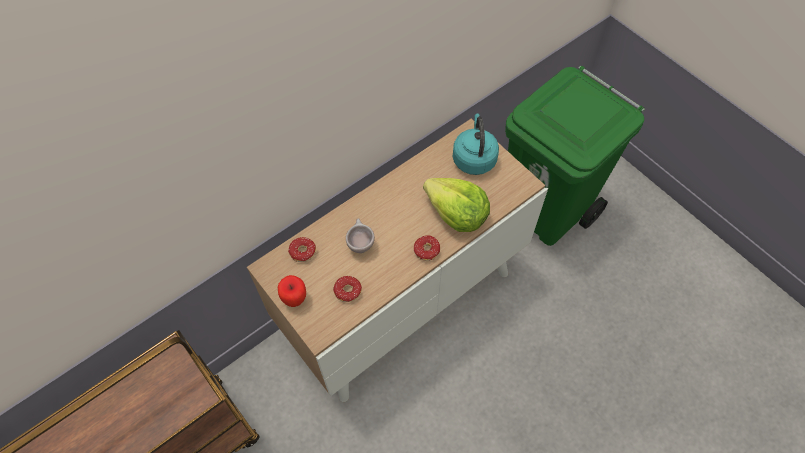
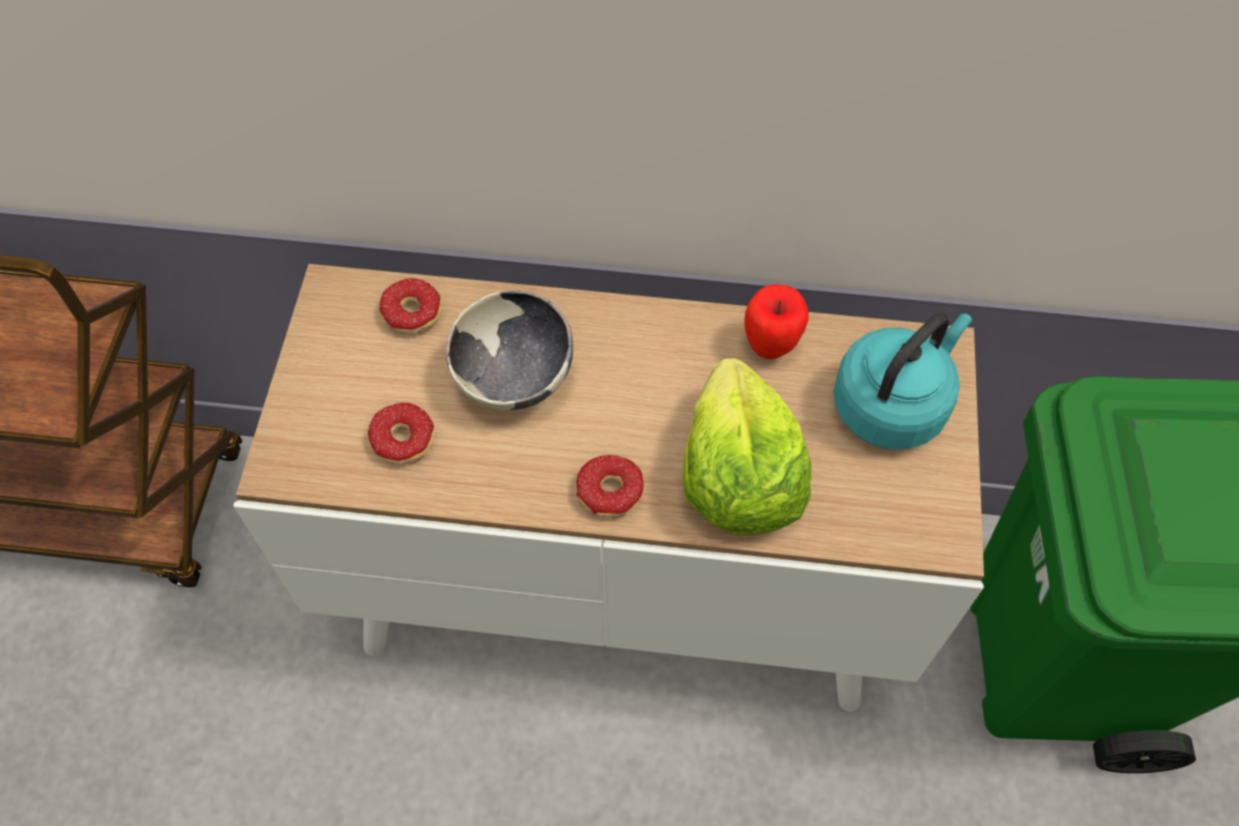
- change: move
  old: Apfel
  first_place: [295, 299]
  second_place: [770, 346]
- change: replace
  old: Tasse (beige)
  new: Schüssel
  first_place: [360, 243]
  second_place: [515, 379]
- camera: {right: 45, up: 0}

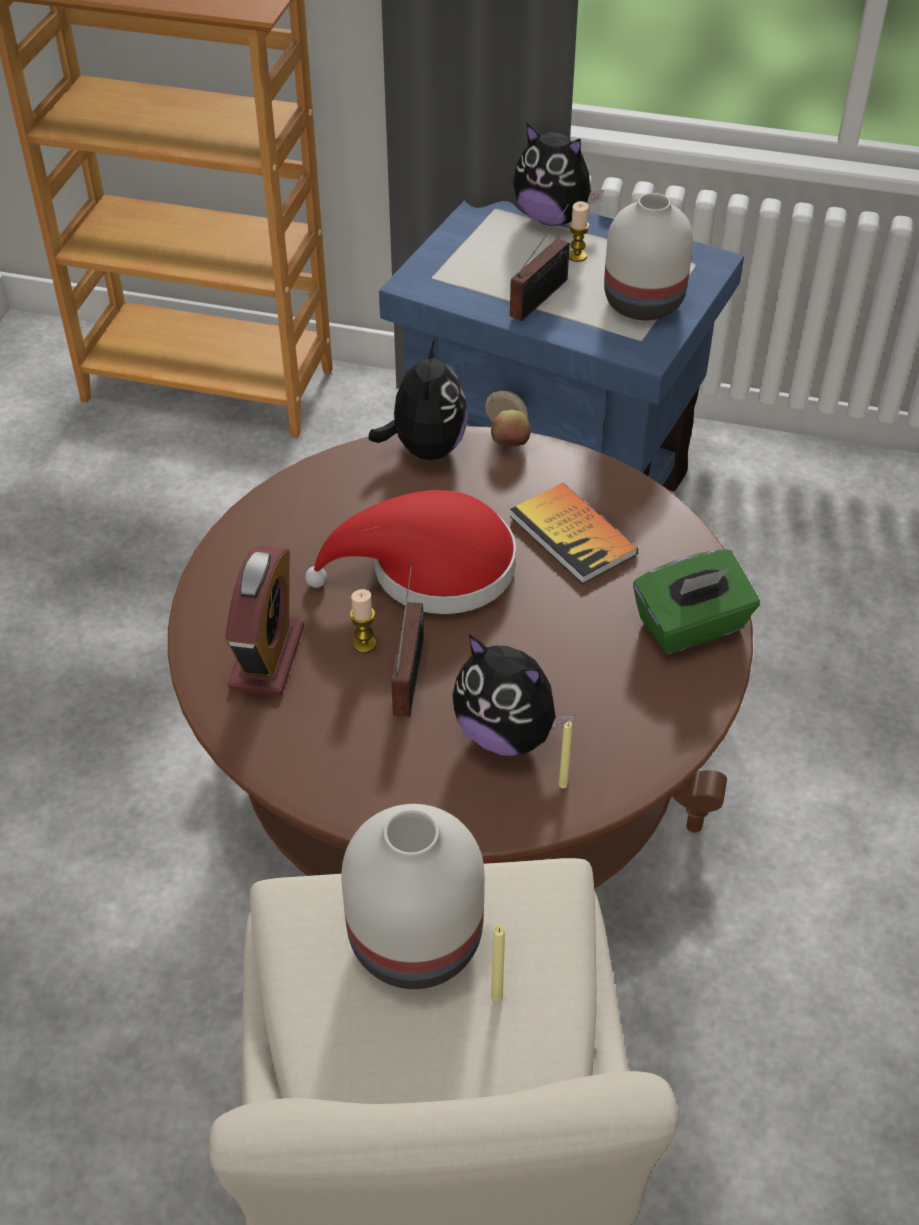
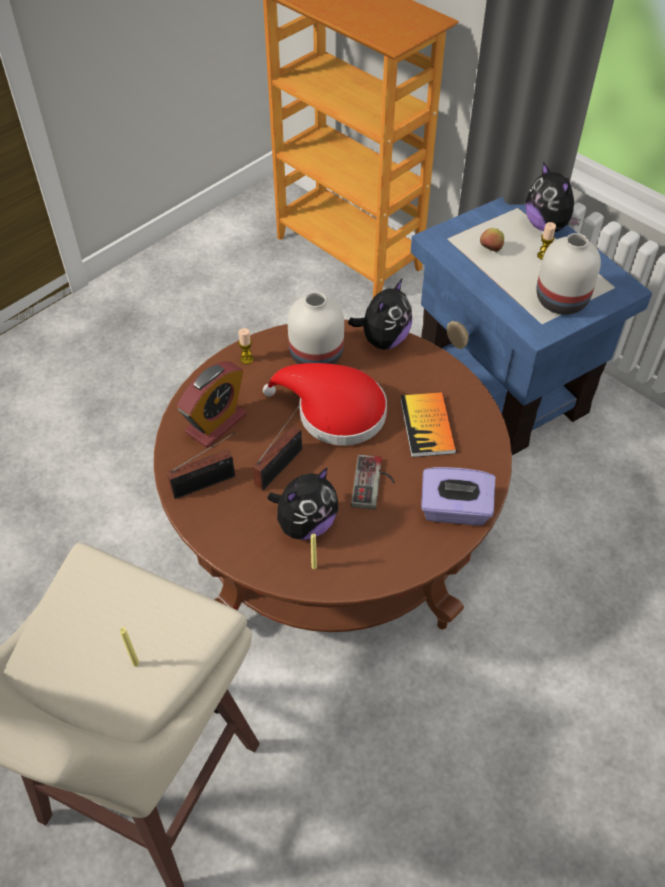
- change: move
  old: Vase (weiß)
  first_place: [414, 944]
  second_place: [315, 356]
- change: move
  old: Kerze
  first_place: [364, 644]
  second_place: [247, 359]
- change: rotate
  old: Plüschtier
  first_place: [507, 734]
  second_place: [305, 524]
  degrees: -105
- change: move
  old: Apfel
  first_place: [510, 445]
  second_place: [490, 250]
- change: move
  old: Radio
  first_place: [542, 296]
  second_place: [207, 483]
- change: recolor
  old: Taschentuchbox (grün)
  new: Taschentuchbox (lila)
  first_place: [691, 626]
  second_place: [454, 510]
- change: insert
  new: Gamepad
  second_place: [374, 484]
- camera: {right: 30, up: 5}

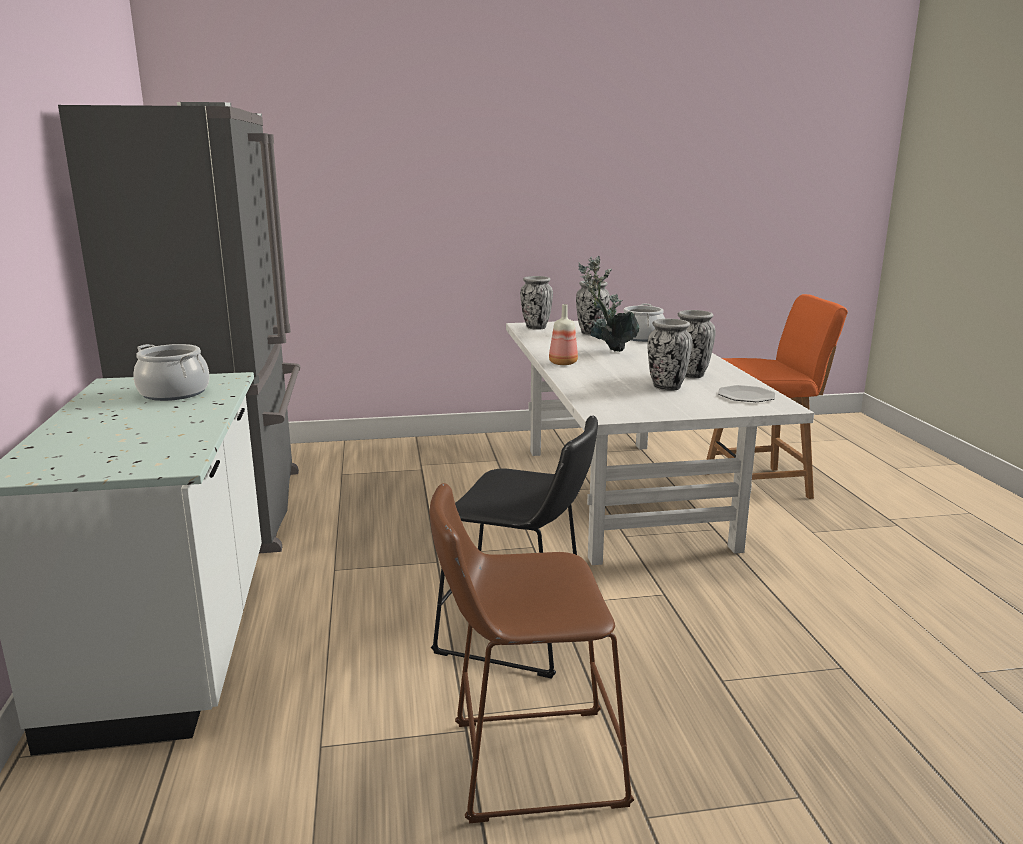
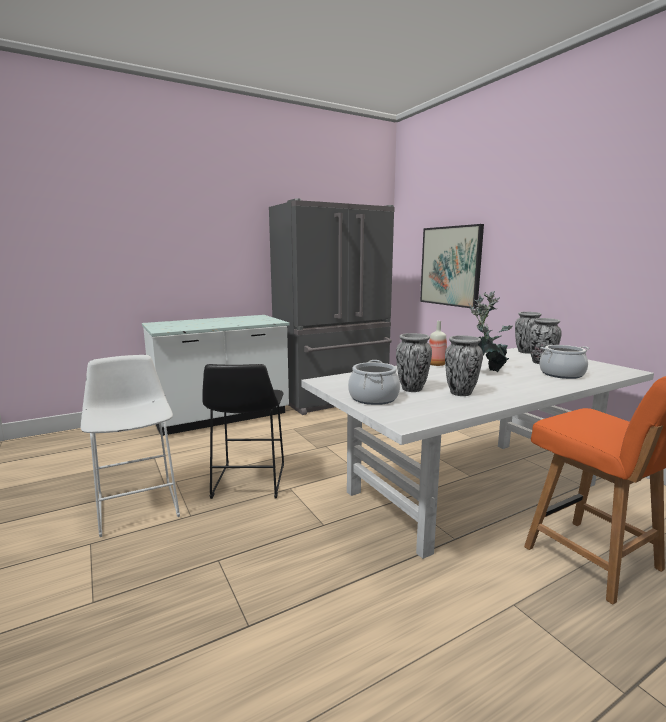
- change: move
  old: Kochtopf
  first_place: [174, 393]
  second_place: [373, 398]
- change: recolor
  old: Hocker (braun)
  new: Hocker (weiß)
  first_place: [526, 763]
  second_place: [138, 503]
- change: delete
  old: Teller
  first_place: [746, 396]
- change: insert
  new: Bild
  second_place: [450, 266]
- camera: {right: 70, up: -5}

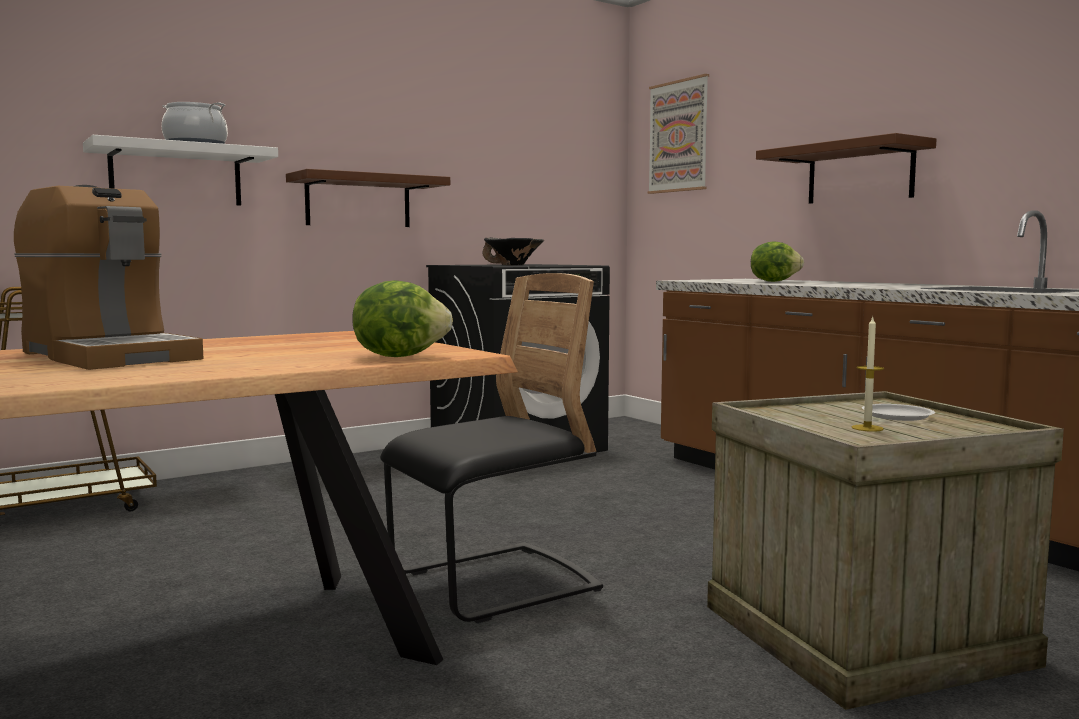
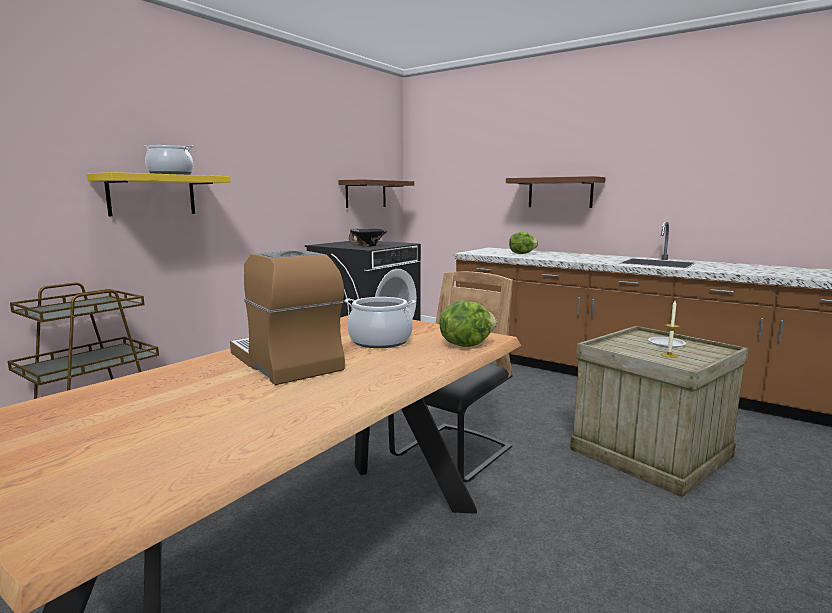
- change: rotate
  old: Kaffeemaschine
  first_place: [108, 356]
  second_place: [286, 362]
  degrees: -150
- change: recolor
  old: Wandregal (weiß)
  new: Wandregal (gelb)
  first_place: [176, 176]
  second_place: [152, 195]
- change: move
  old: Wandregal (braun)
  first_place: [358, 201]
  second_place: [366, 194]
- change: delete
  old: Bild
  first_place: [678, 136]
- change: insert
  new: Kochtopf
  second_place: [380, 341]
- camera: {right: -20, up: 5}

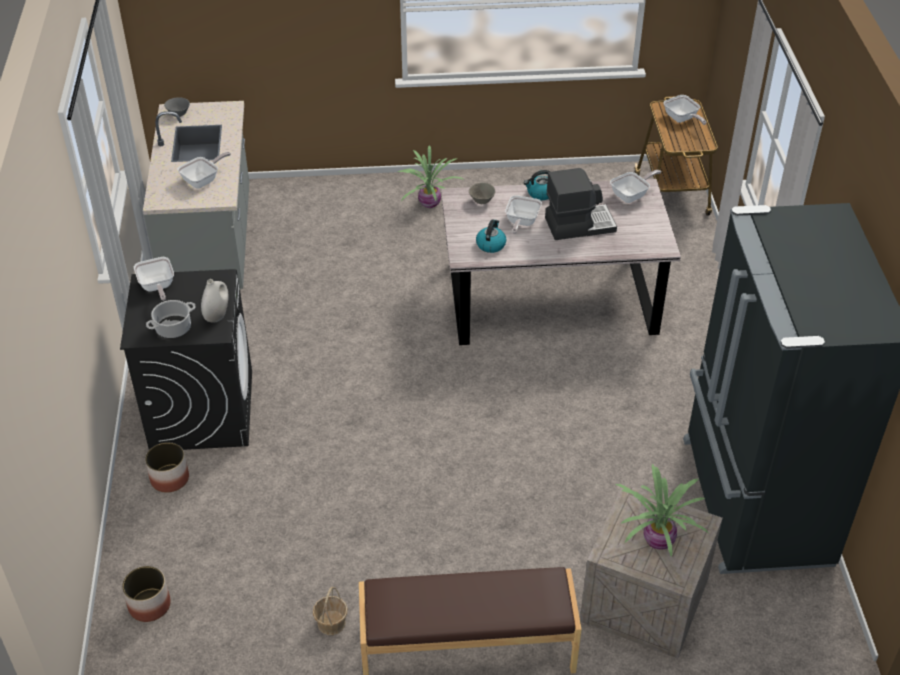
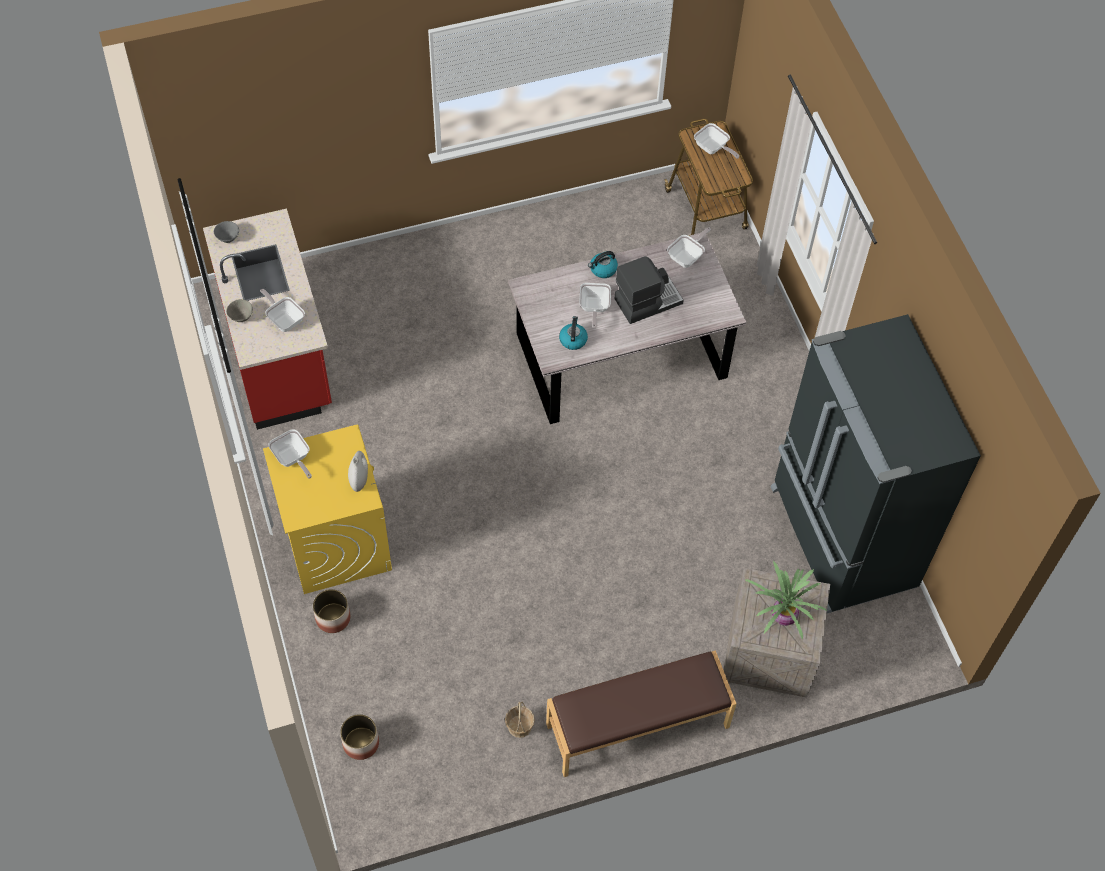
- change: recolor
  old: Waschmaschine (schwarz)
  new: Waschmaschine (gelb)
  first_place: [202, 410]
  second_place: [336, 541]
- change: recolor
  old: Küchenzeile (grau)
  new: Küchenzeile (rot)
  first_place: [211, 245]
  second_place: [278, 352]
- change: delete
  old: Kochtopf
  first_place: [173, 329]
- change: rotate
  old: Pfanne
  first_place: [203, 180]
  second_place: [284, 319]
  degrees: -75
- change: delete
  old: Topfpflanze
  first_place: [428, 204]
- change: move
  old: Schüssel (grau)
  first_place: [482, 201]
  second_place: [241, 317]
- camera: {right: -15, up: 15}

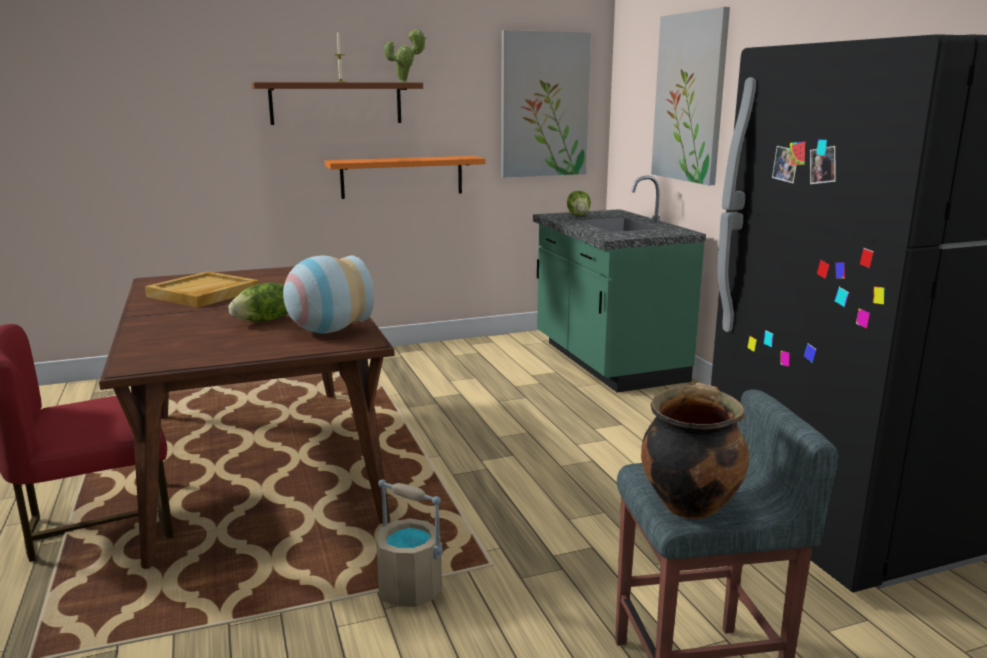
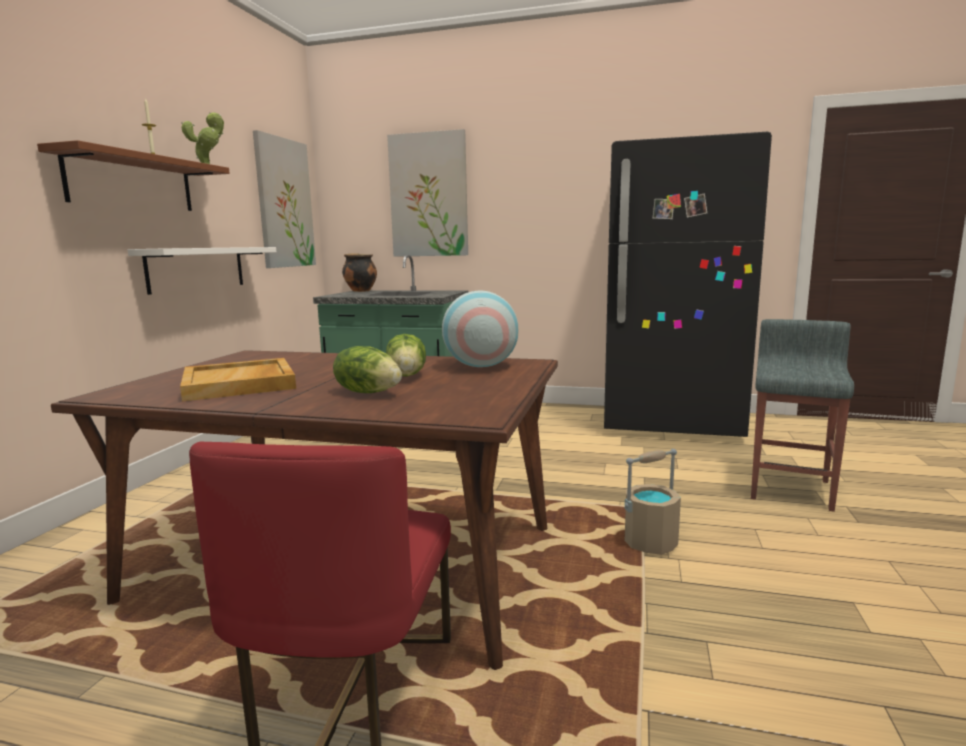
- change: recolor
  old: Wandregal (orange)
  new: Wandregal (weiß)
  first_place: [402, 177]
  second_place: [197, 268]
- change: move
  old: Salatkopf
  first_place: [579, 215]
  second_place: [368, 392]
- change: move
  old: Kochtopf
  first_place: [689, 504]
  second_place: [360, 291]
- camera: {right: -55, up: -5}

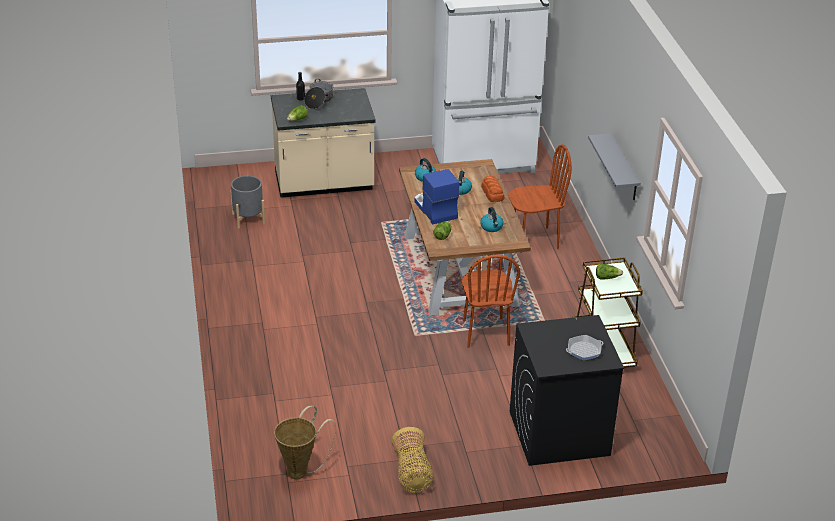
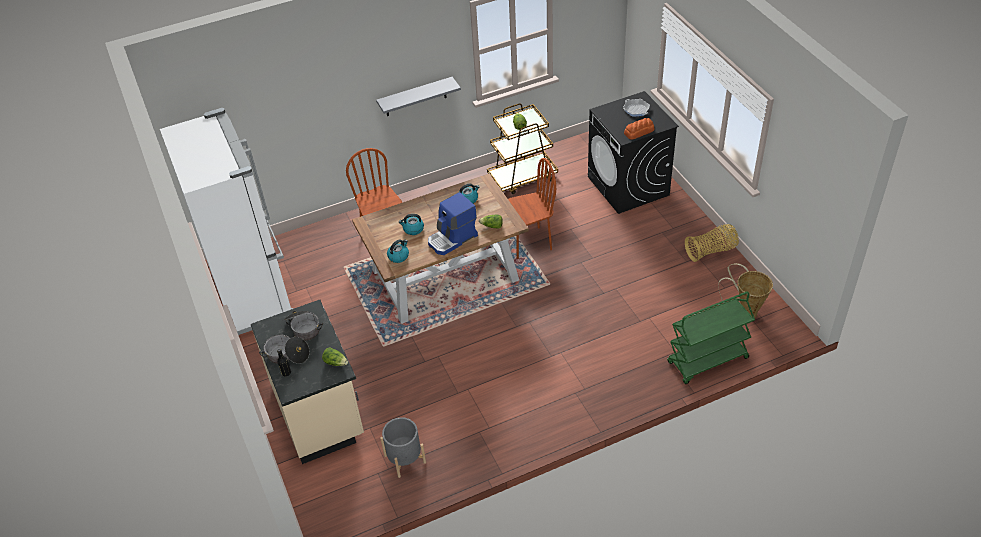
- change: move
  old: Brot
  first_place: [492, 193]
  second_place: [639, 132]
- change: insert
  new: Kochtopf
  second_place: [303, 328]
- change: insert
  new: Rollwagen (grün)
  second_place: [707, 361]
- camera: {right: -100, up: 10}

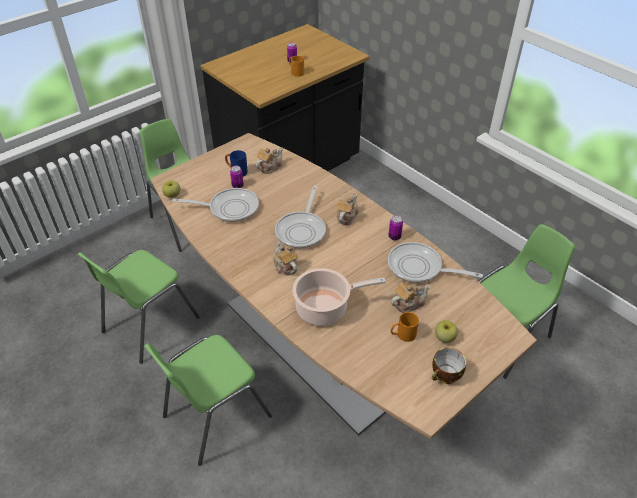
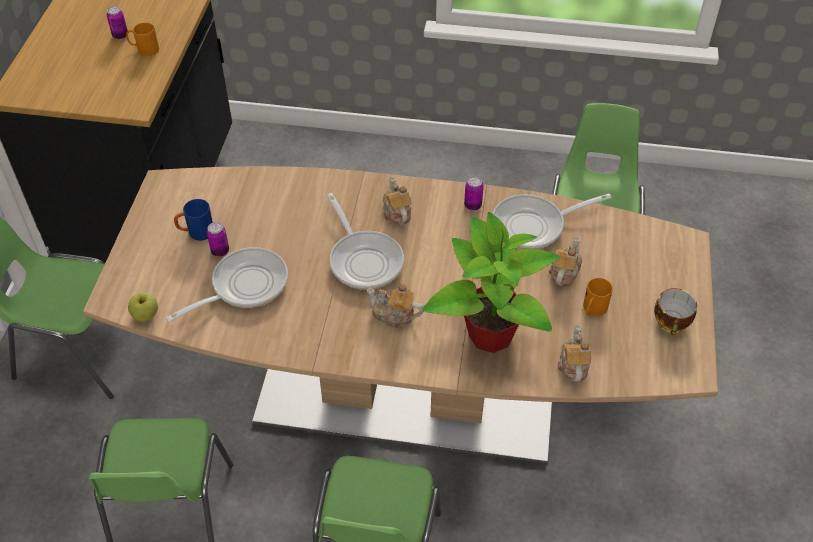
- change: move
  old: Teekanne
  first_place: [269, 167]
  second_place: [573, 365]
- change: replace
  old: Kochtopf
  new: Topfpflanze
  first_place: [325, 308]
  second_place: [489, 334]
- change: delete
  old: Apfel
  first_place: [444, 338]
- camera: {right: -40, up: 5}

